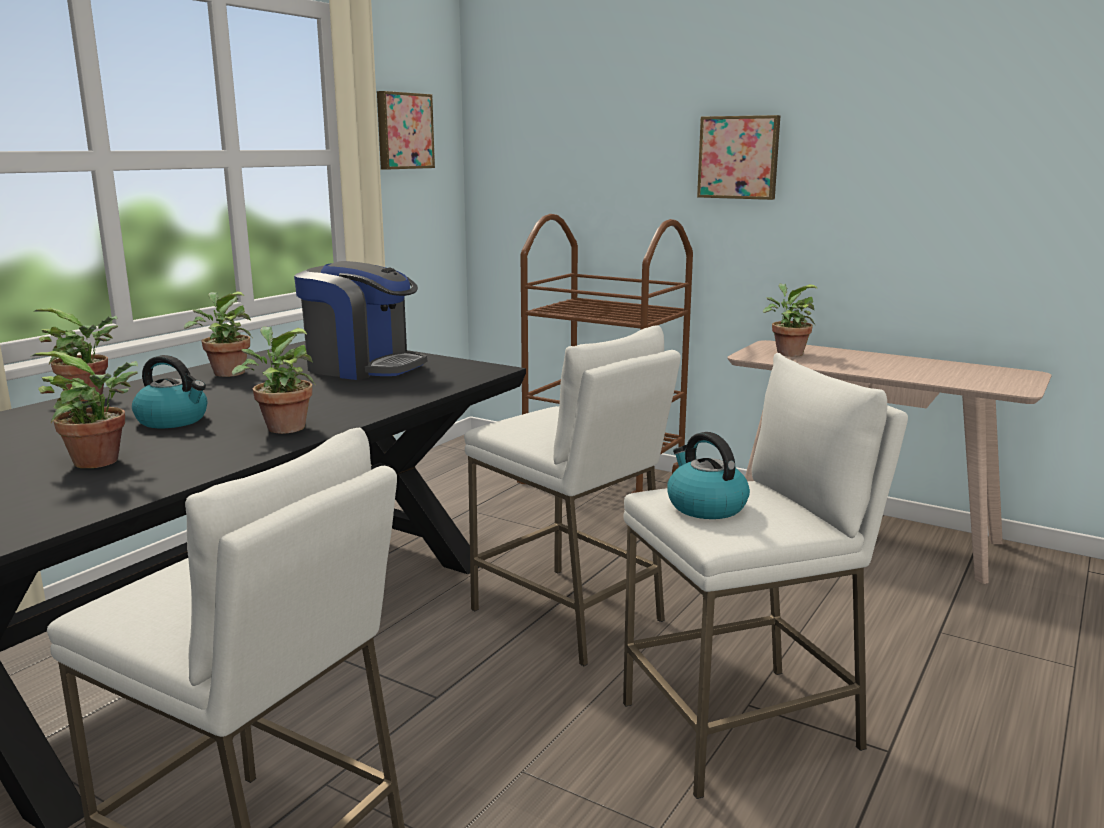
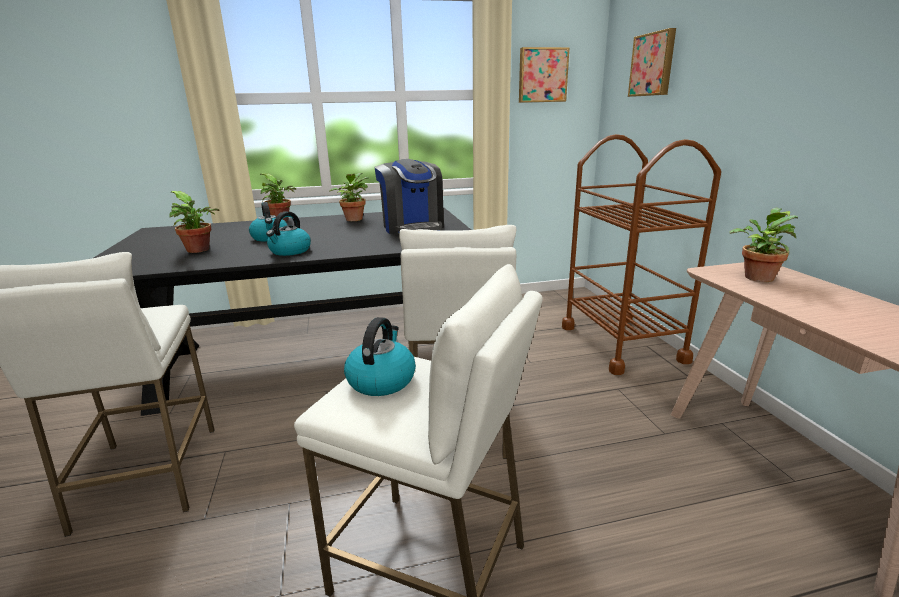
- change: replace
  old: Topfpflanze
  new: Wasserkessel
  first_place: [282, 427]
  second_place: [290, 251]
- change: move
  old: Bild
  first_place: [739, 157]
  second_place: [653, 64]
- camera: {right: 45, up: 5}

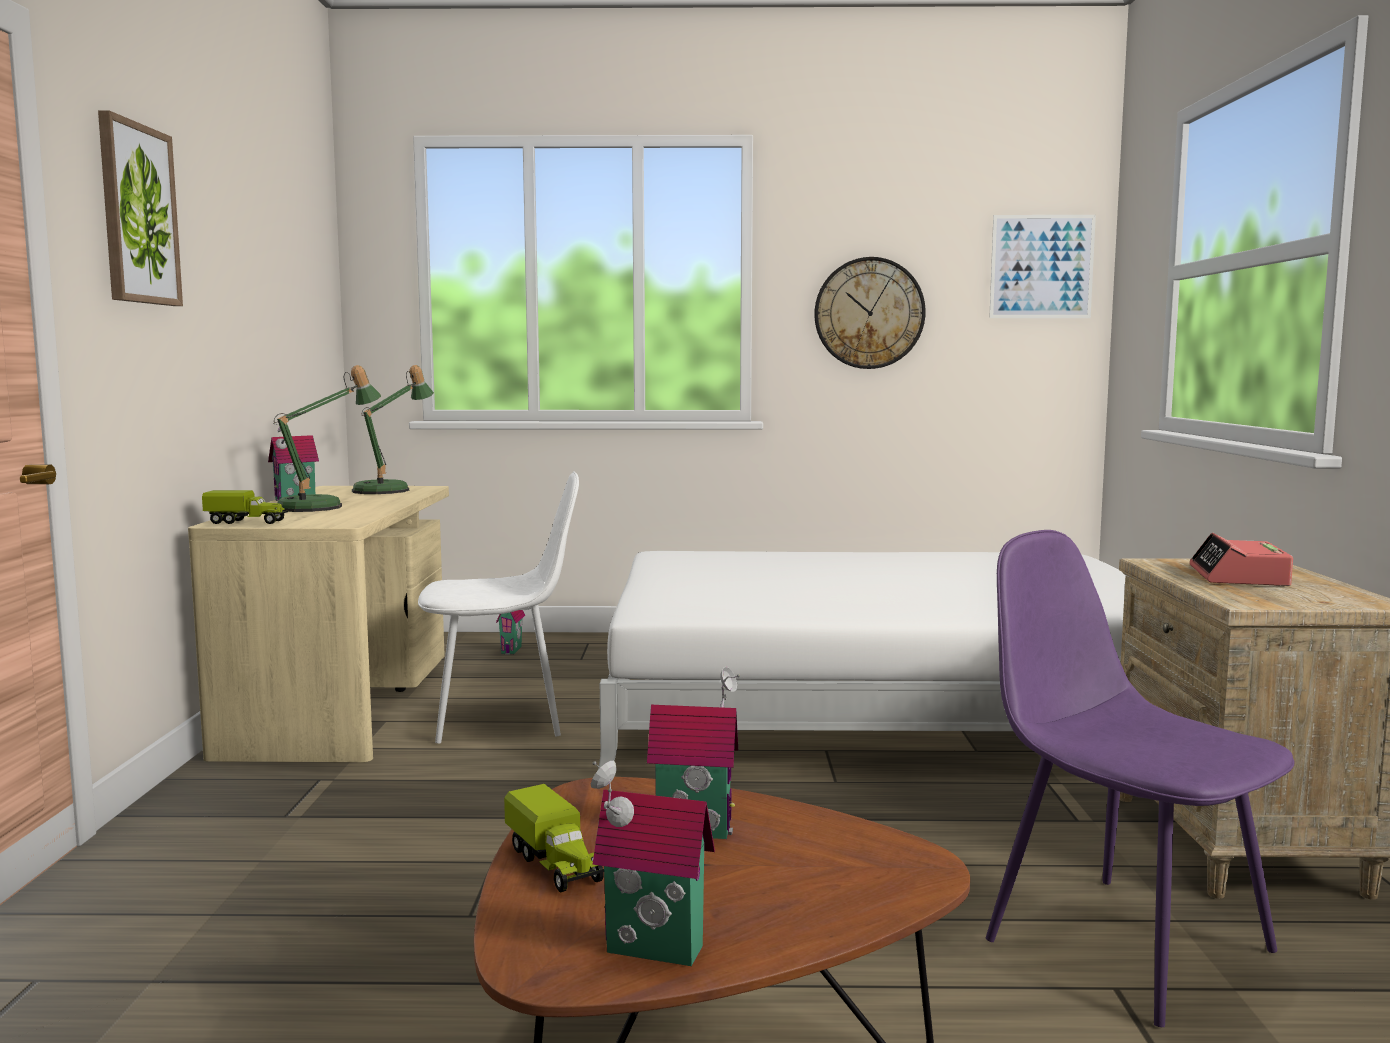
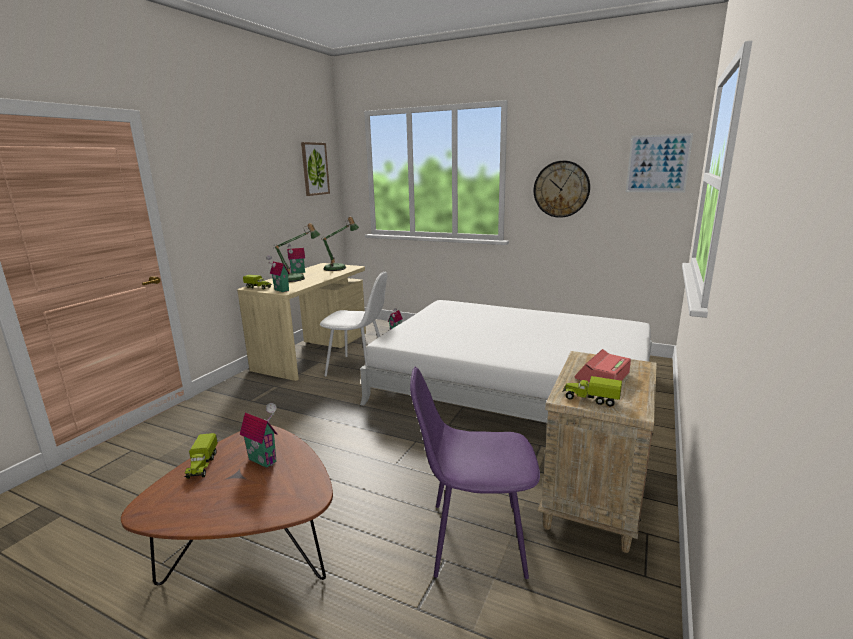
- change: move
  old: Bild
  first_place: [137, 214]
  second_place: [314, 169]
- change: move
  old: Spielzeughaus
  first_place: [651, 952]
  second_place: [280, 290]
- change: rotate
  old: Stuhl (lila)
  first_place: [1122, 942]
  second_place: [473, 538]
  degrees: -75
- change: insert
  new: Spielzeuglaster
  second_place: [590, 399]
- camera: {right: 25, up: 10}

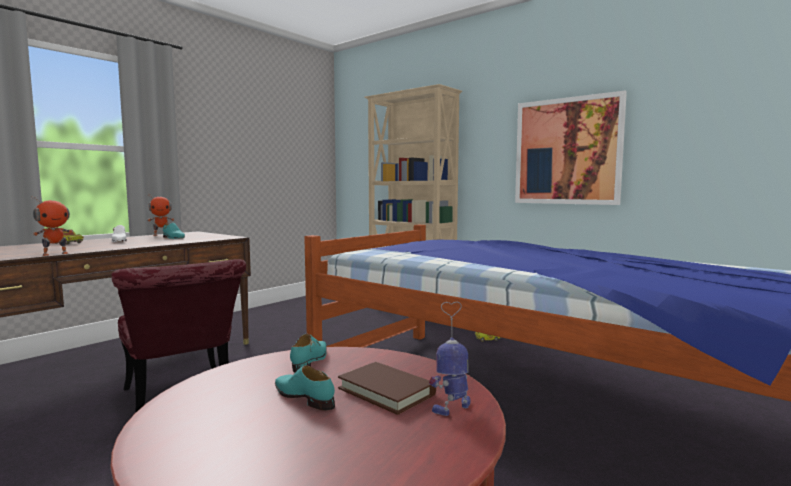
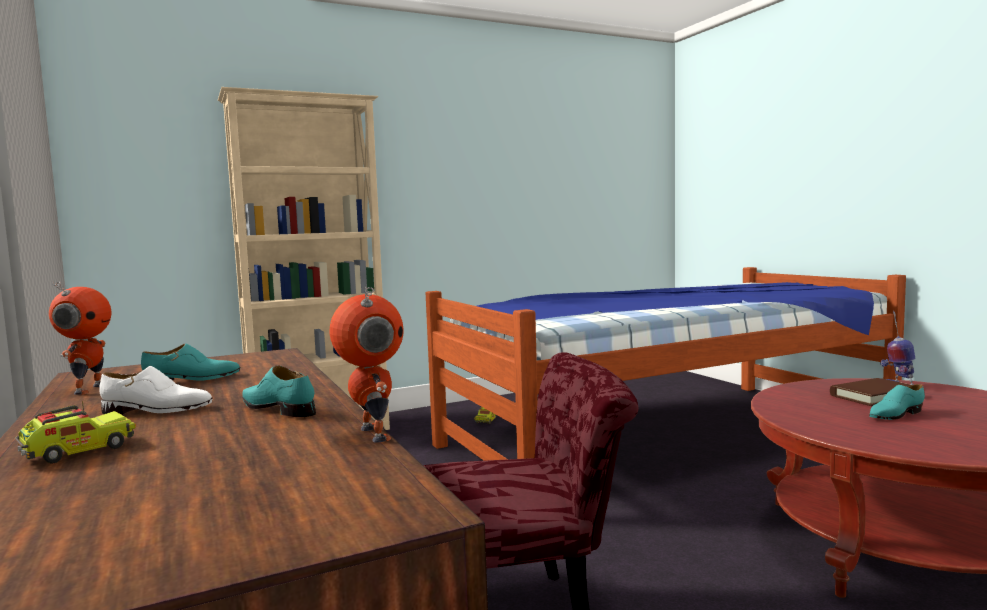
- change: move
  old: Schuh (türkis)
  first_place: [311, 360]
  second_place: [278, 409]
- change: delete
  old: Bild
  first_place: [567, 151]
- camera: {right: -65, up: 0}

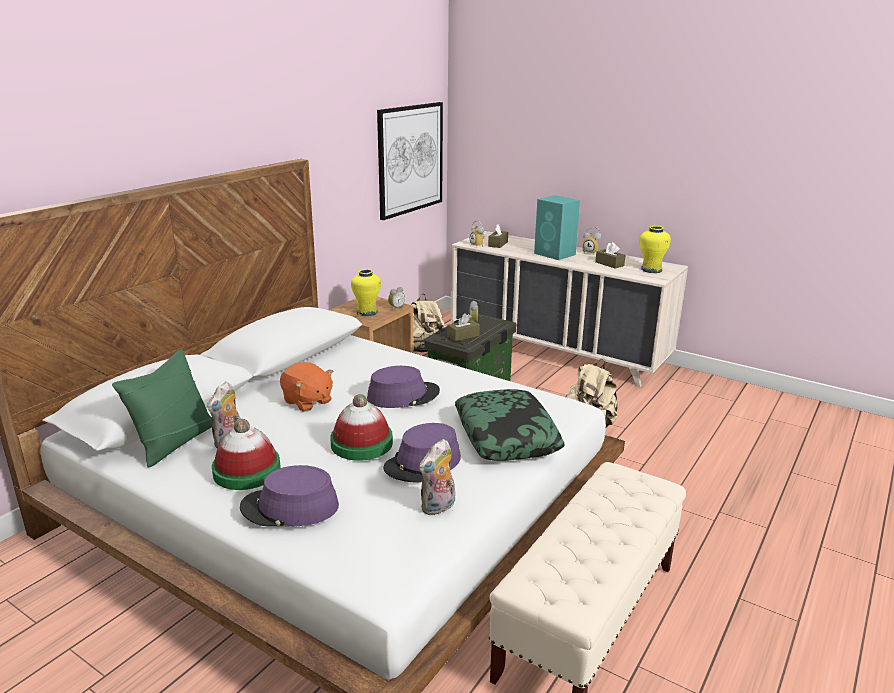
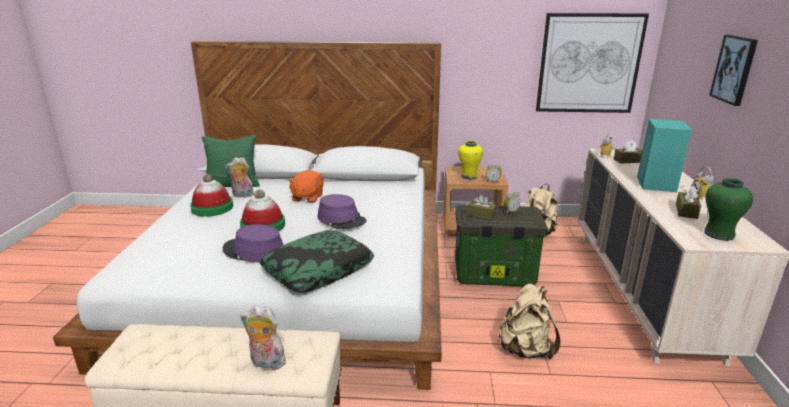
- change: delete
  old: Hut (lila)
  first_place: [290, 507]
- change: move
  old: Plüschtier
  first_place: [438, 507]
  second_place: [266, 363]
- change: recolor
  old: Vase (gelb)
  new: Vase (grün)
  first_place: [651, 270]
  second_place: [718, 234]
- change: insert
  new: Bild
  second_place: [734, 69]
- camera: {right: 60, up: 0}

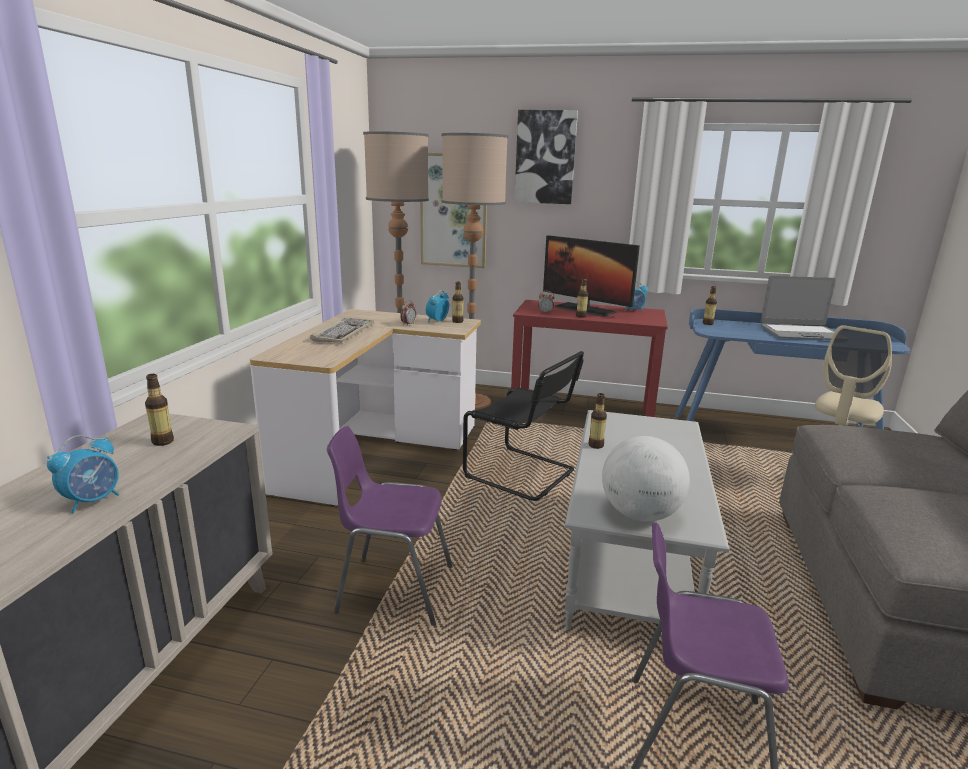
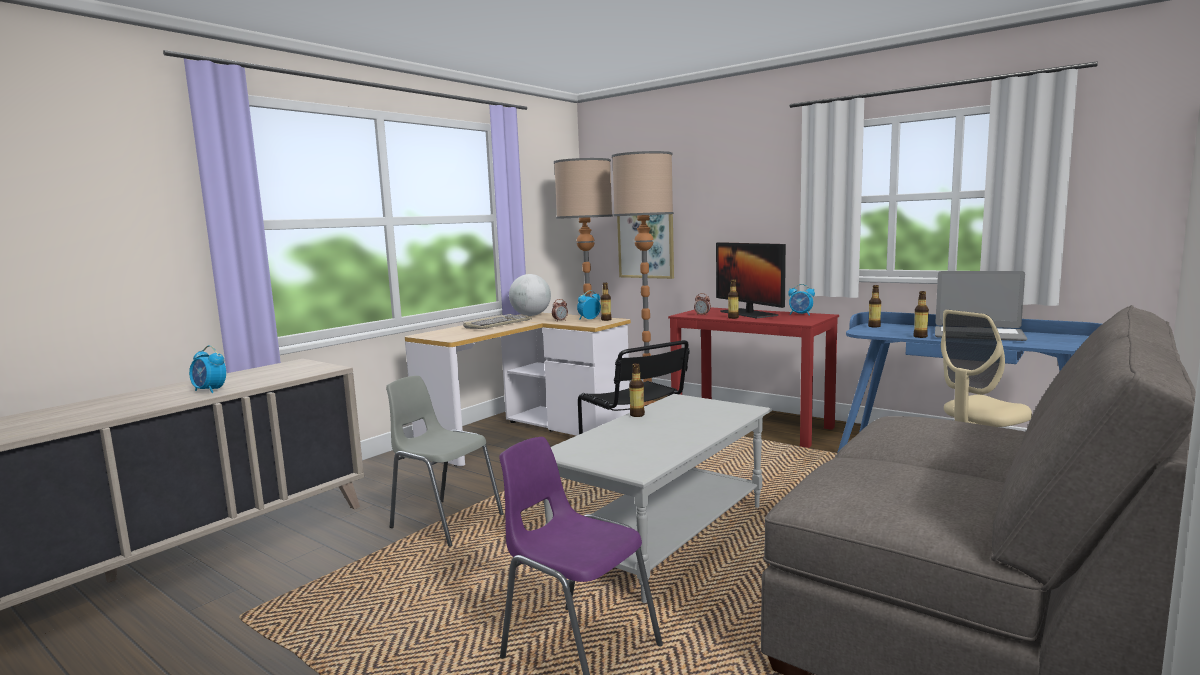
- change: rotate
  old: Wecker
  first_place: [93, 501]
  second_place: [210, 390]
  degrees: 60
- change: move
  old: Flasche
  first_place: [162, 442]
  second_place: [920, 336]
- change: recolor
  old: Stuhl (lila)
  new: Stuhl (grau)
  first_place: [393, 589]
  second_place: [444, 521]
- change: delete
  old: Bild
  first_place: [545, 157]
- change: move
  old: Globus
  first_place: [640, 514]
  second_place: [530, 315]
- camera: {right: 25, up: -10}

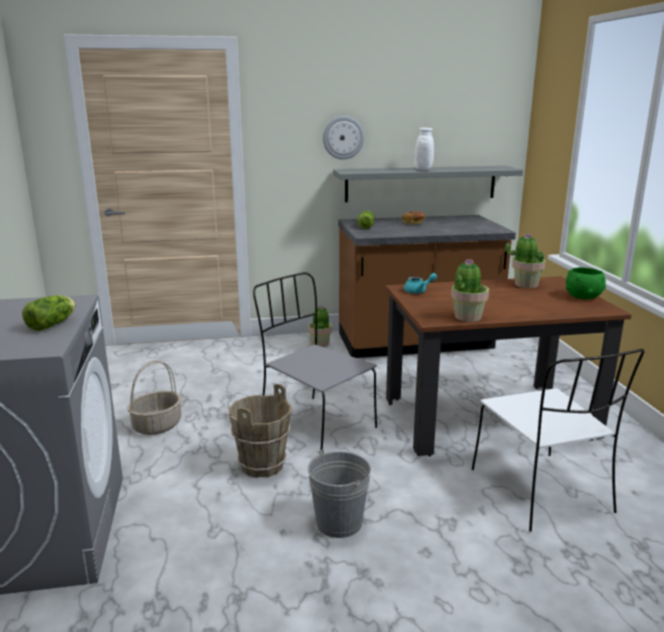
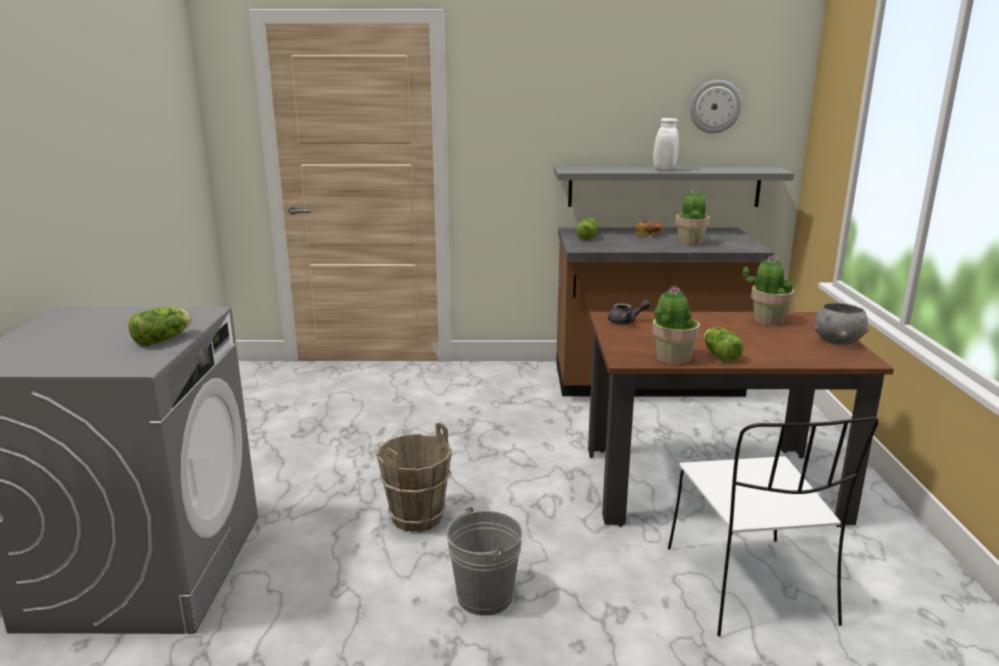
- change: delete
  old: Korb
  first_place: [157, 425]
- change: delete
  old: Stuhl (grau)
  first_place: [314, 425]
- change: move
  old: Topfpflanze
  first_place: [320, 343]
  second_place: [690, 243]
- change: move
  old: Wanduhr
  first_place: [343, 137]
  second_place: [715, 106]
- change: recolor
  old: Teekanne (türkis)
  new: Teekanne (grau)
  first_place: [418, 291]
  second_place: [626, 321]
- change: recolor
  old: Schüssel (grün)
  new: Schüssel (grau)
  first_place: [583, 297]
  second_place: [837, 341]
- change: insert
  new: Salatkopf
  second_place: [719, 355]
- camera: {right: 10, up: 0}

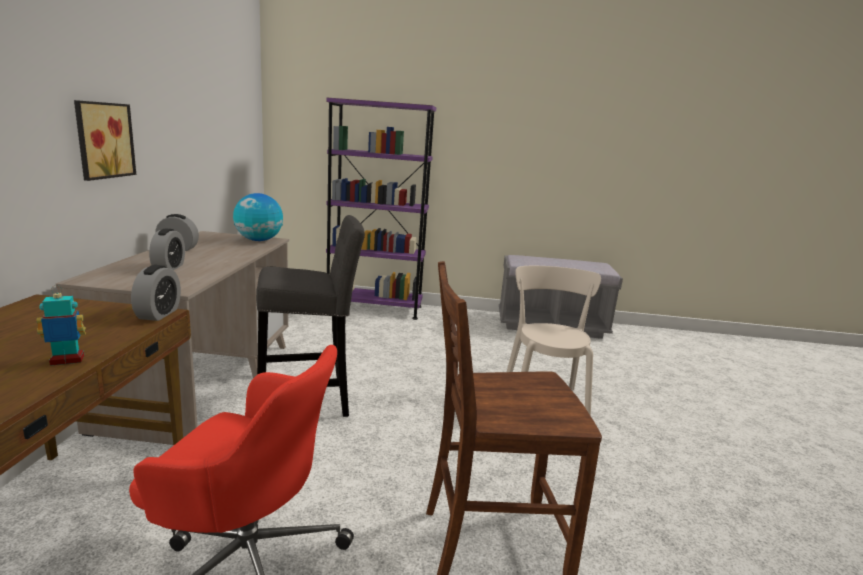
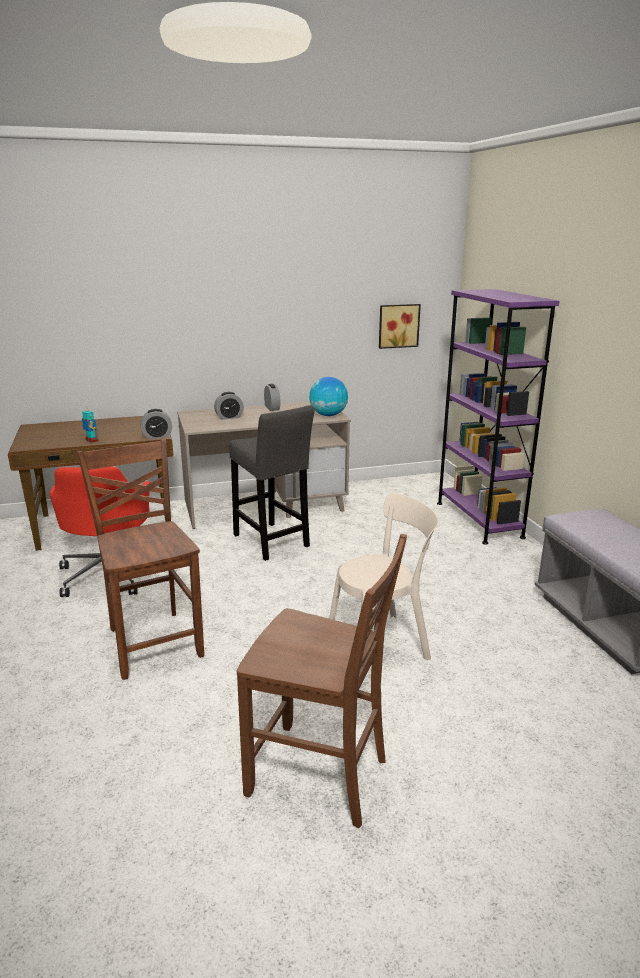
- change: move
  old: Bild
  first_place: [102, 140]
  second_place: [398, 325]
- change: insert
  new: Stuhl (braun)
  second_place: [320, 776]
- camera: {right: 70, up: 5}

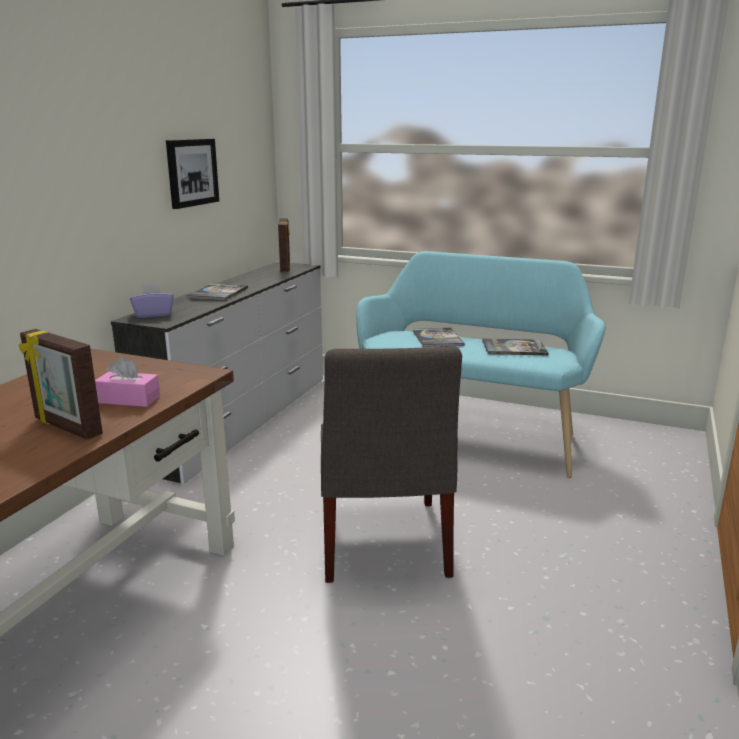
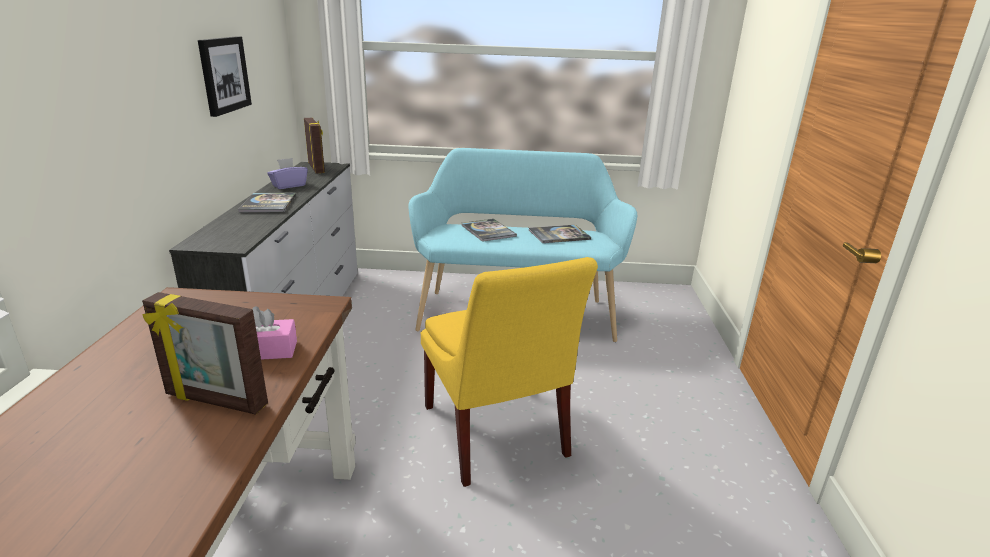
- change: move
  old: Taschentuchbox (lila)
  first_place: [153, 314]
  second_place: [289, 185]
- change: recolor
  old: Stuhl (grau)
  new: Stuhl (gelb)
  first_place: [383, 544]
  second_place: [495, 435]
- camera: {right: -20, up: 5}

